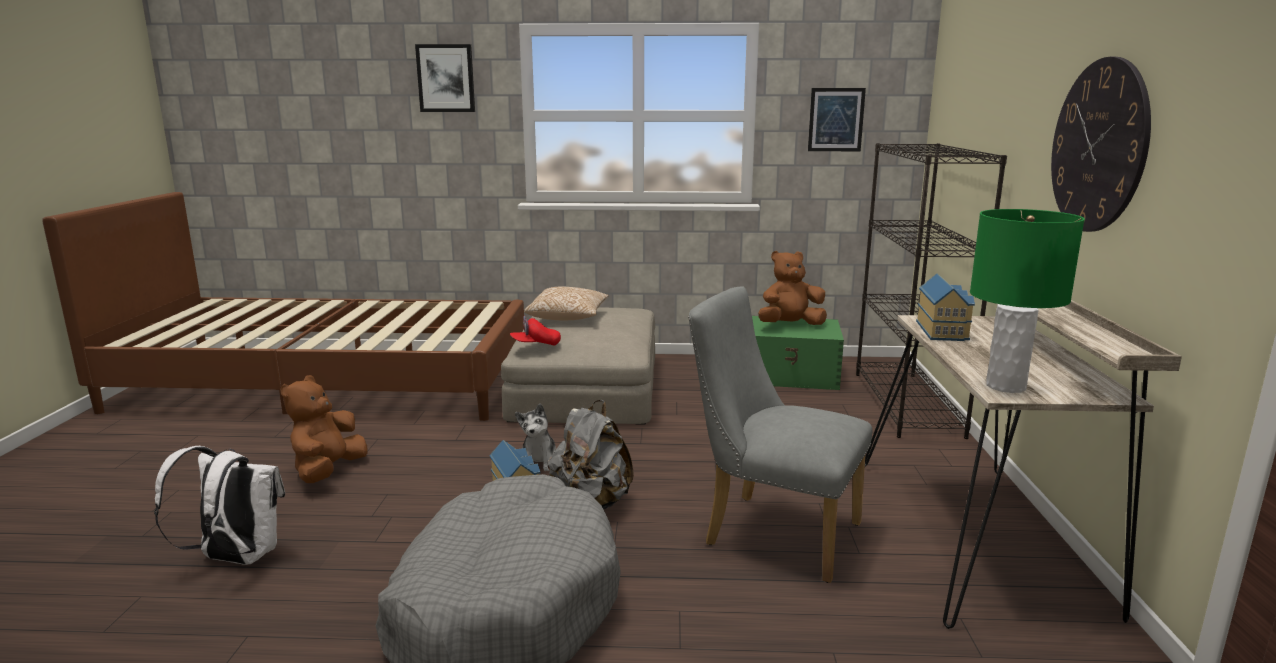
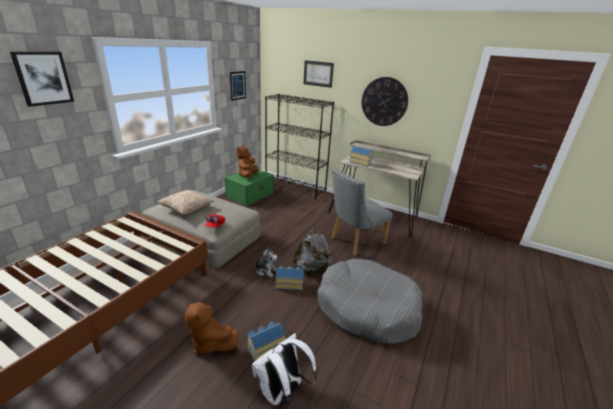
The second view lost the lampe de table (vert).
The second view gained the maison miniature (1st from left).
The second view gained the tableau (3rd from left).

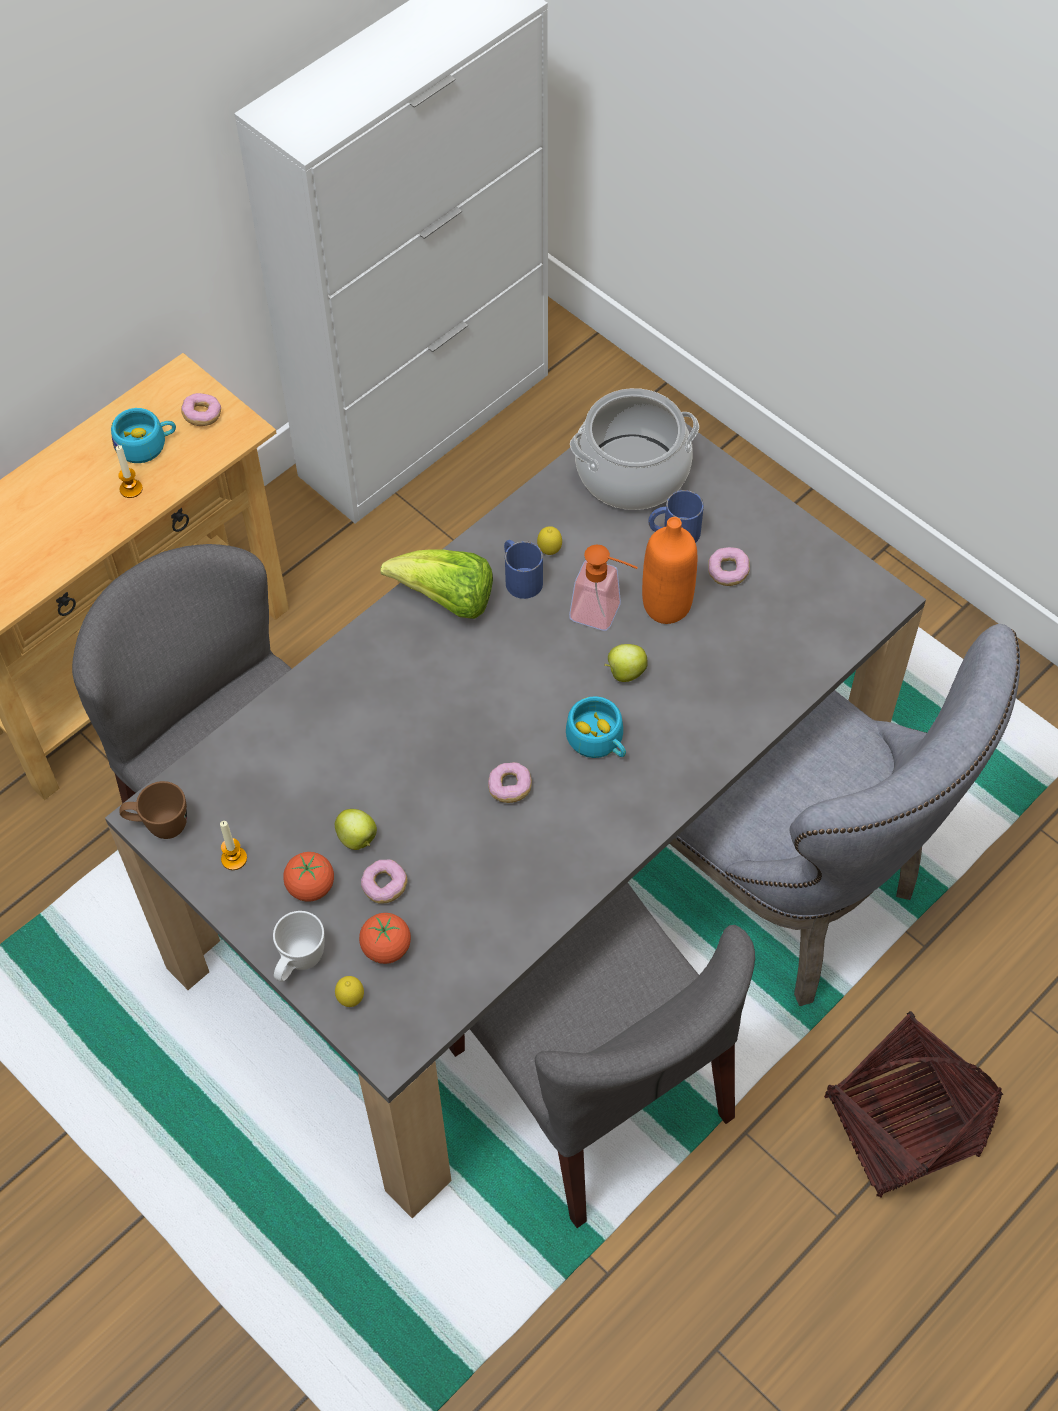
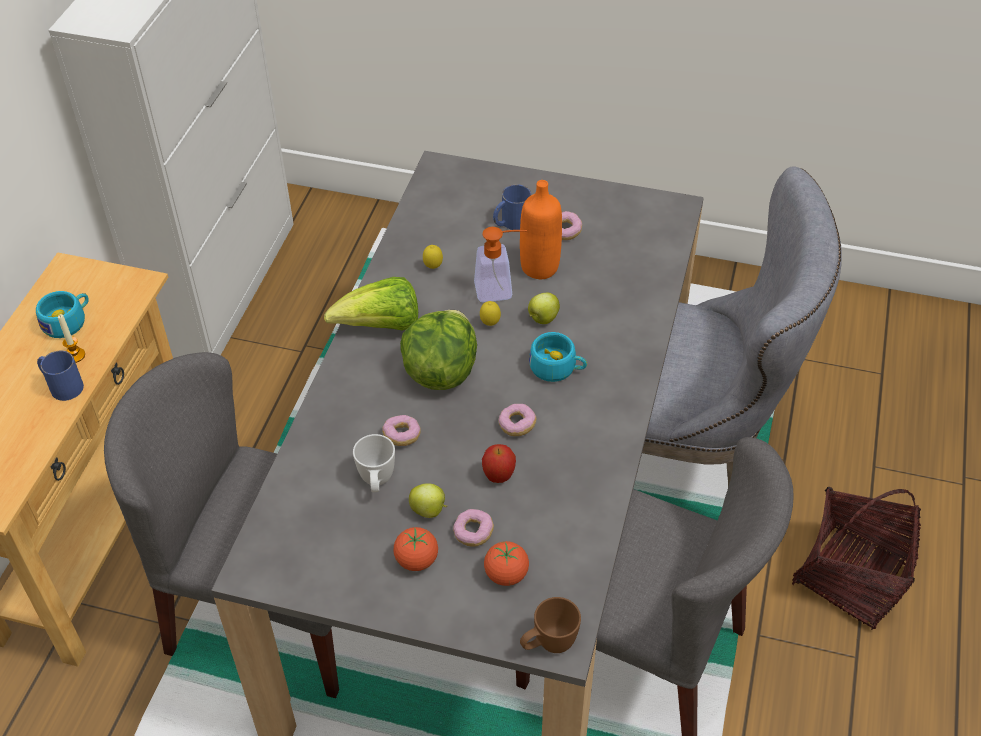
The second view lost the bougie (2nd from left).
The second view lost the marmite.
The second view gained the laitue (2nd from left).
The second view gained the pomme (2nd from left).
The mug (marron) ended up elsewhere.
The beignet (1st from left) ended up elsewhere.
The mug (blanc) ended up elsewhere.
The citron (1st from left in the first image) ended up elsewhere.
The mug (bleu) (1st from left) ended up elsewhere.

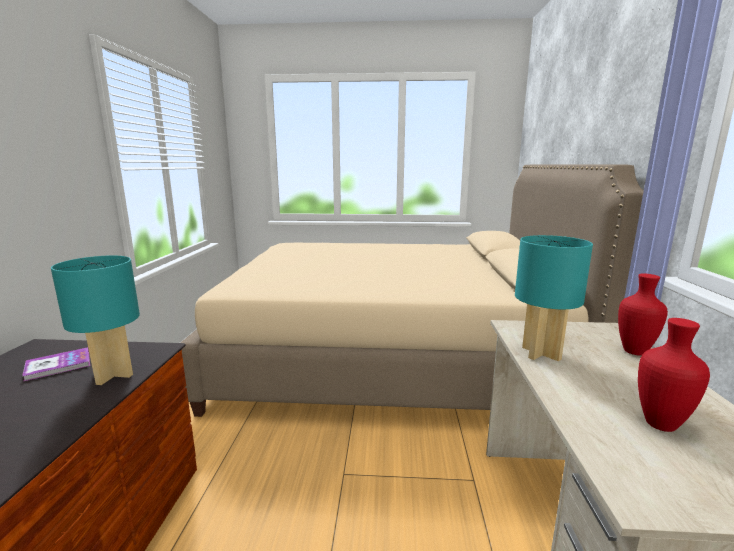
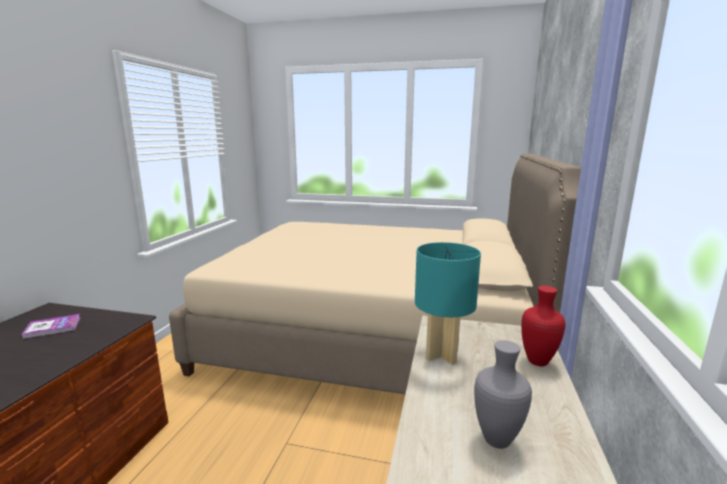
The second view lost the lampe de table (turquoise) (1st from left).
What was the vase (rouge) (2nd from left) turned into the vase (gris).

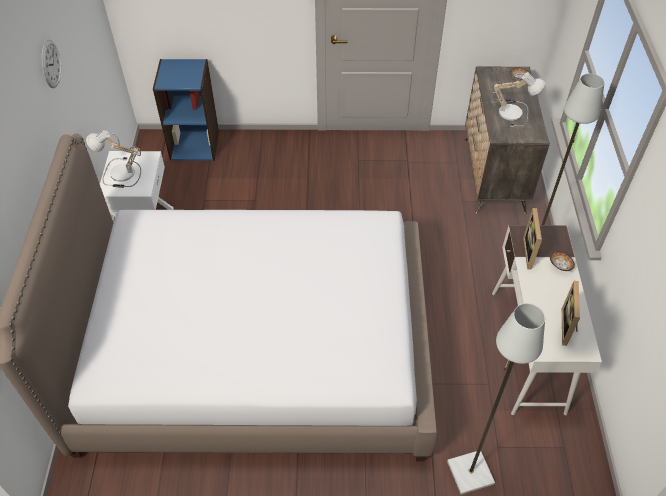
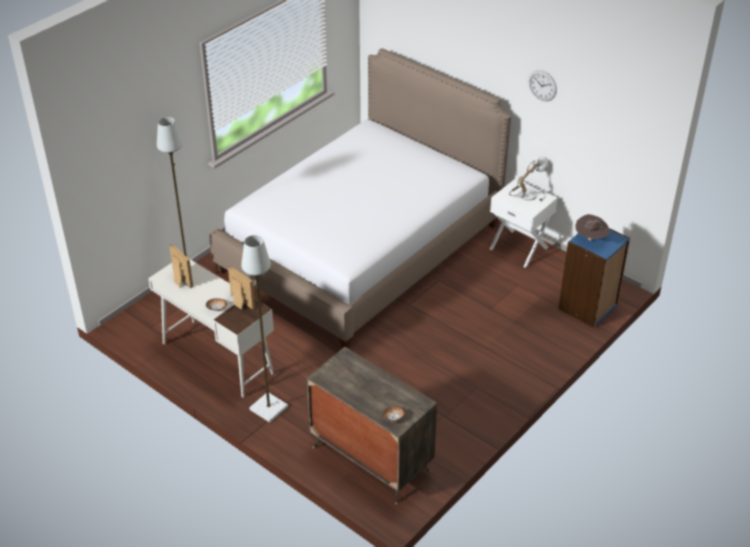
The second view lost the lampe de table (2nd from left).
The second view gained the chapeau (marron).

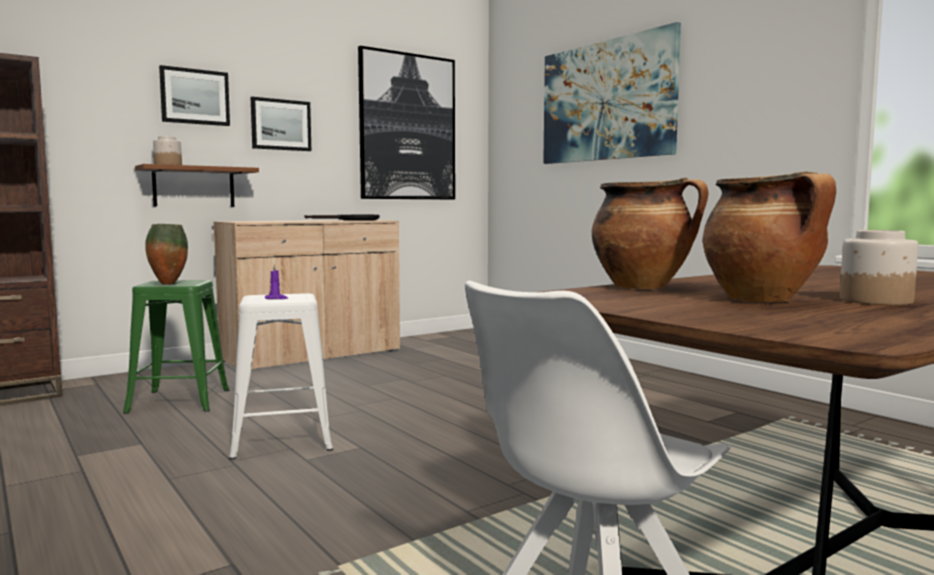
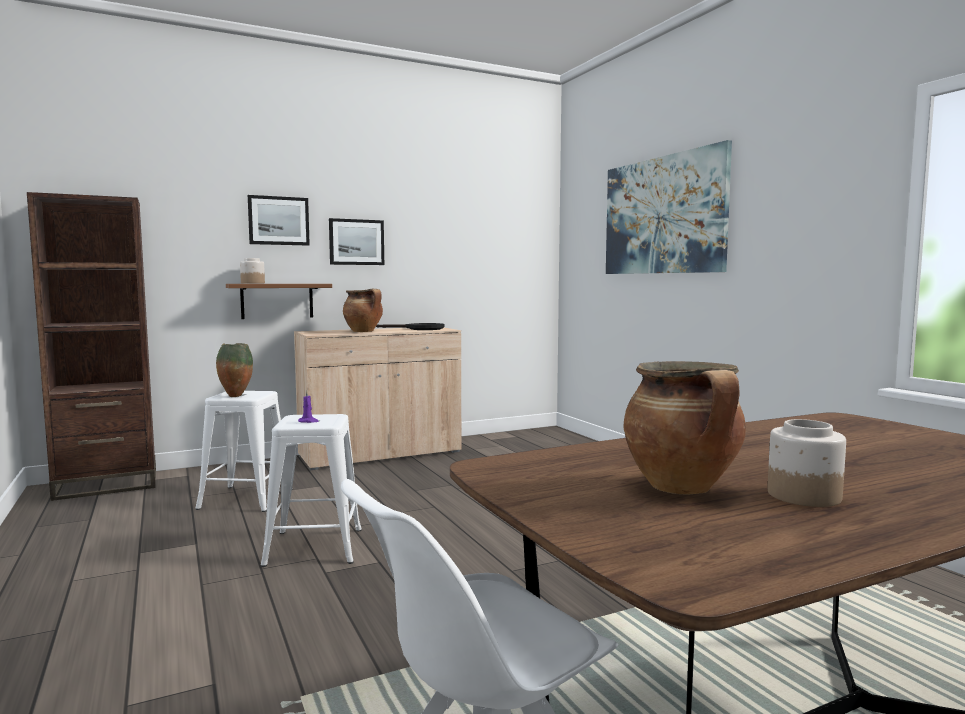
The second view lost the tableau (3rd from left).
The marmite (1st from left) ended up elsewhere.
What was the tabouret (vert) turned into the tabouret (blanc) (1st from left).

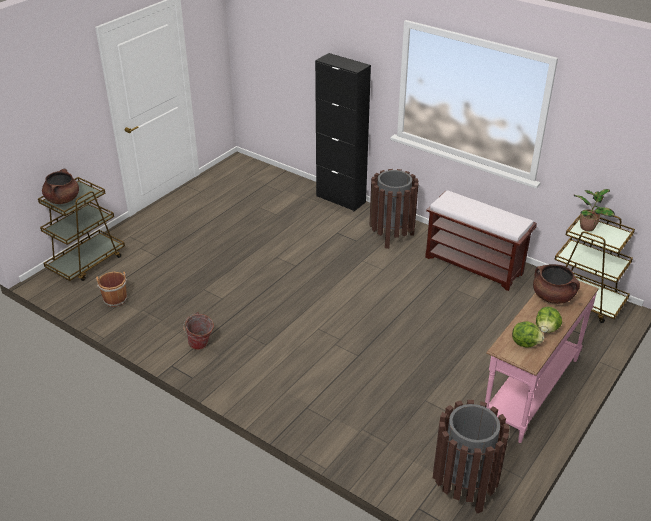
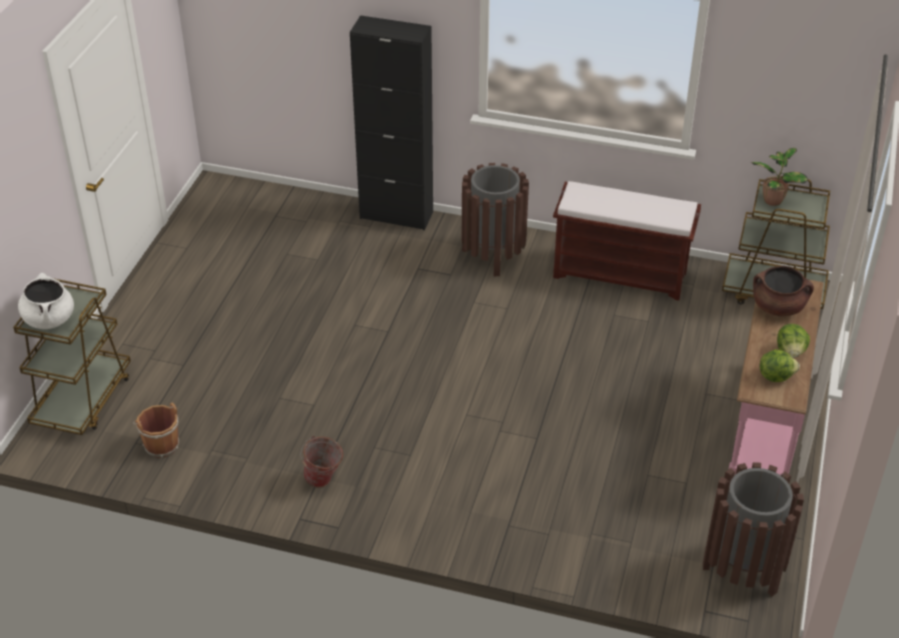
What was the marmite (marron) (1st from left) turned into the marmite (blanc).

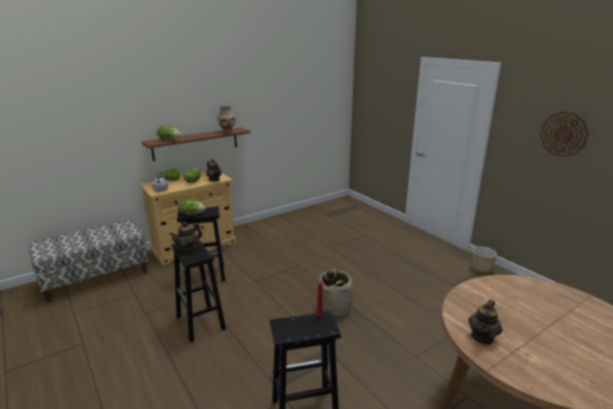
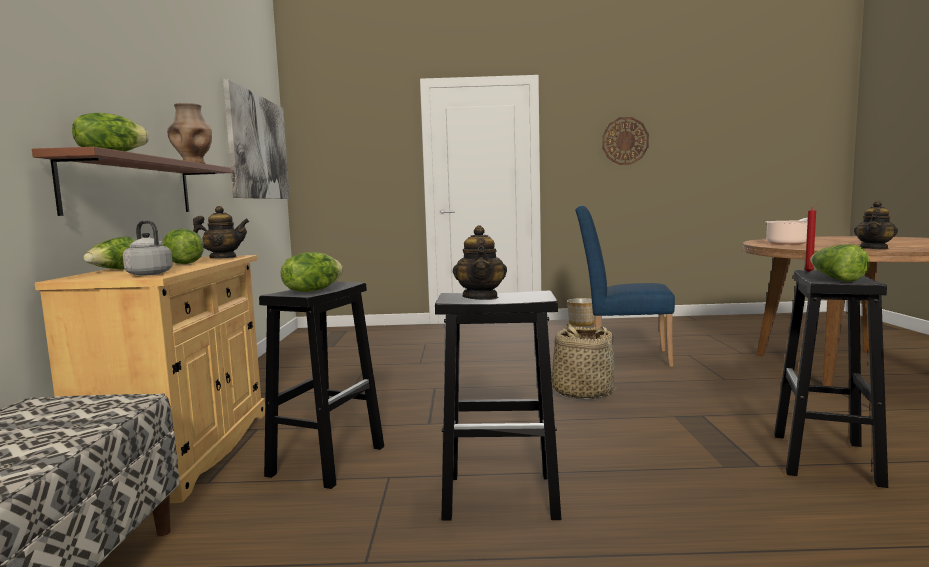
The second view gained the tableau.
The second view gained the chaise (bleu).
The second view gained the marmite.
The second view gained the laitue (5th from left).
The théière (3rd from left) ended up facing another way, 60 degrees clockwise from before.

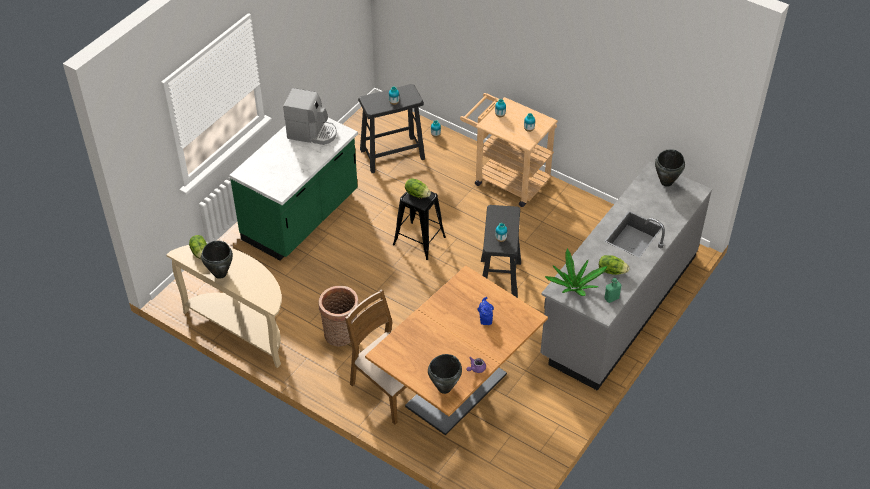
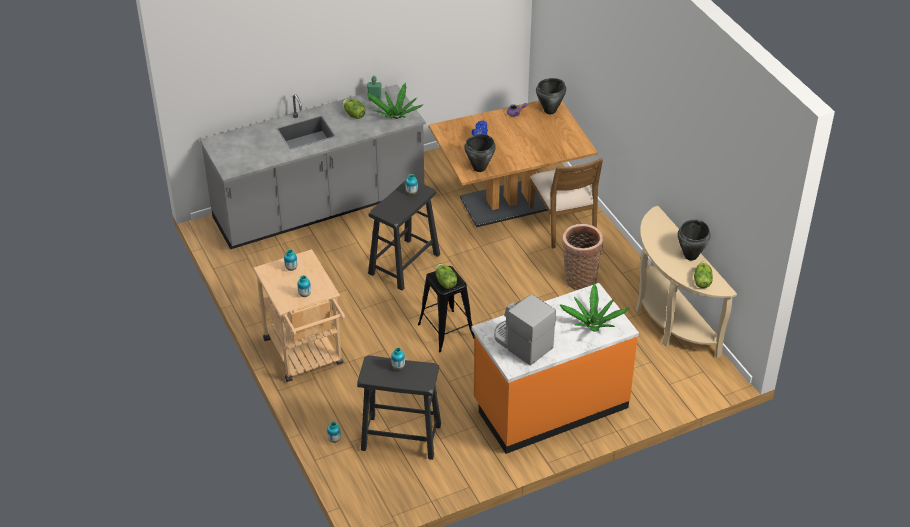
The second view gained the plante en pot (2nd from left).
The marmite (noir) (3rd from left in the first image) ended up elsewhere.
What was the comptoir de cuisine (vert) turned into the comptoir de cuisine (orange).

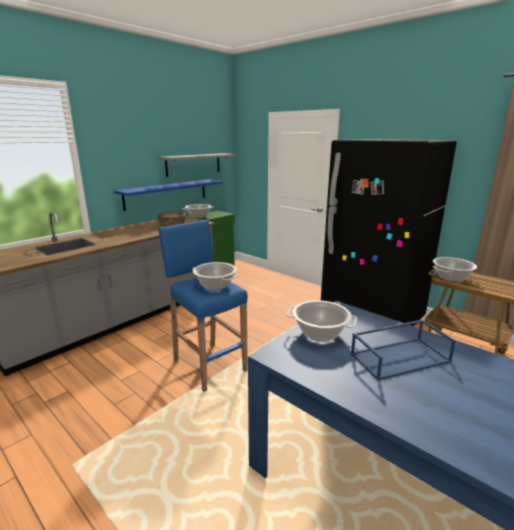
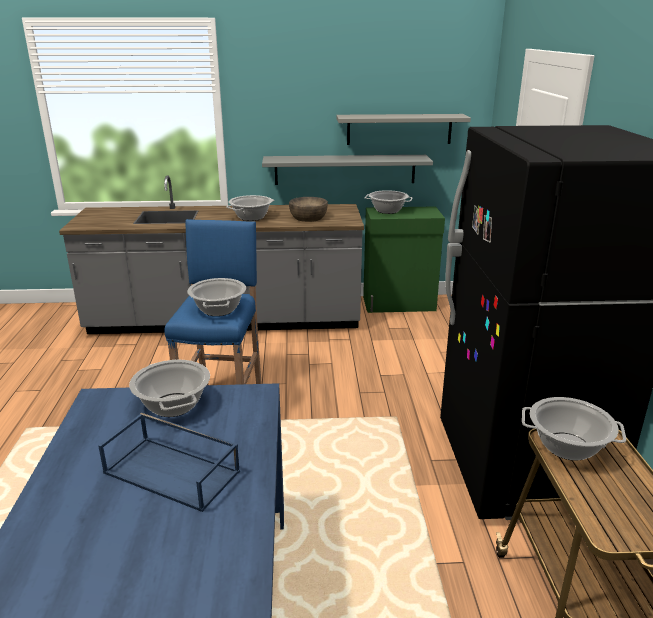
The second view gained the marmite (3rd from left).
What was the étagère (bleu) turned into the étagère (gris) (1st from left).

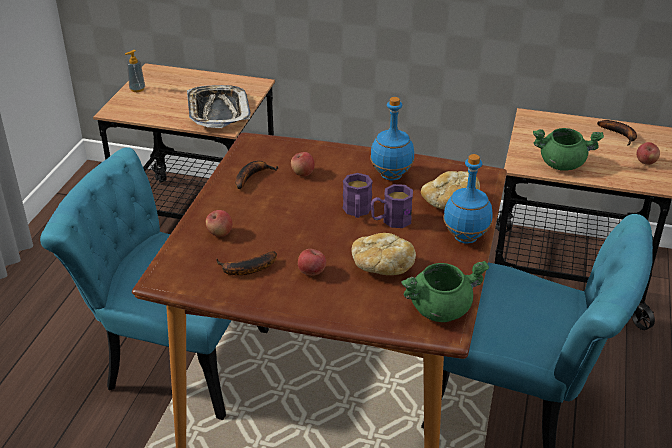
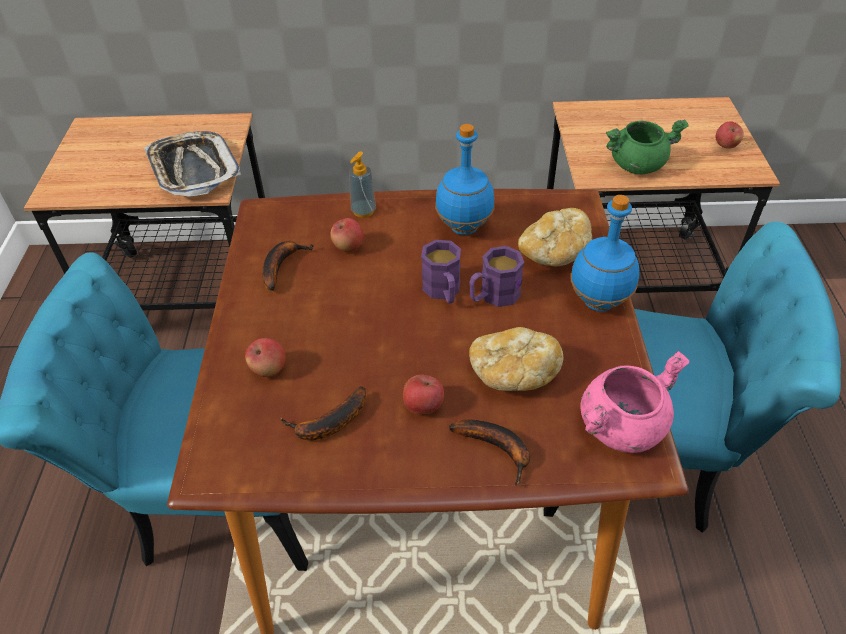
The distributeur de savon ended up elsewhere.
The banane (3rd from left) ended up elsewhere.
What was the marmite (vert) (1st from left) turned into the marmite (rose).

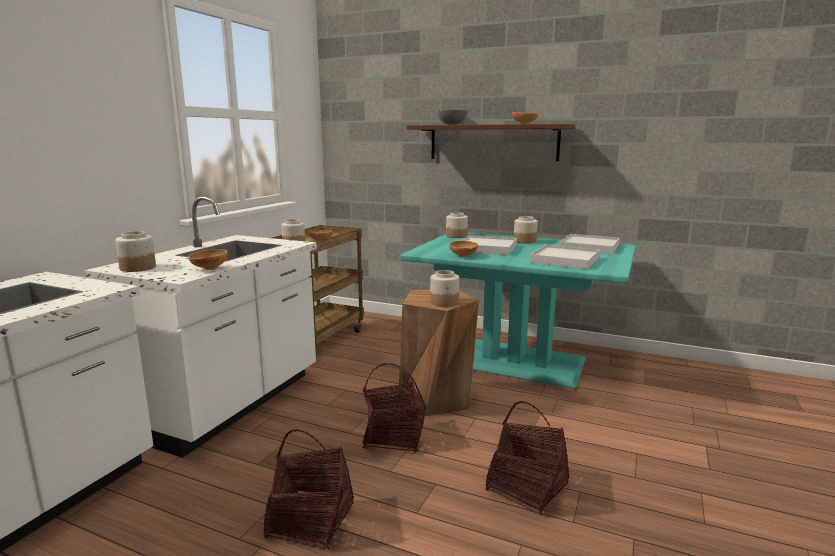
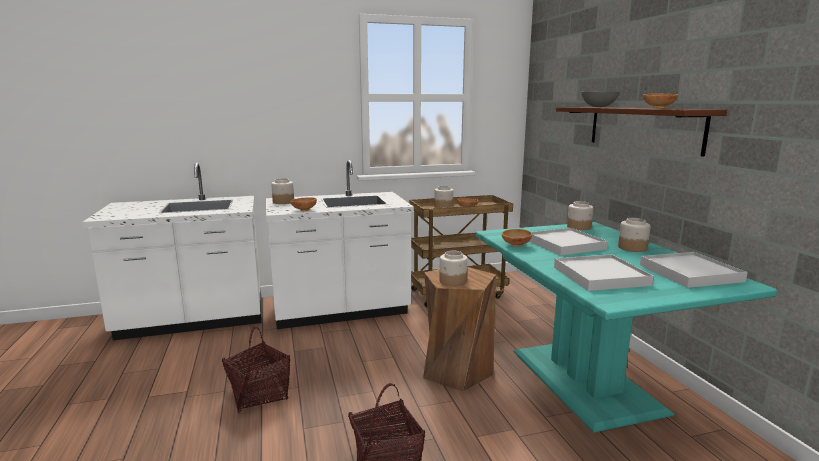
The second view lost the panier (2nd from left).

